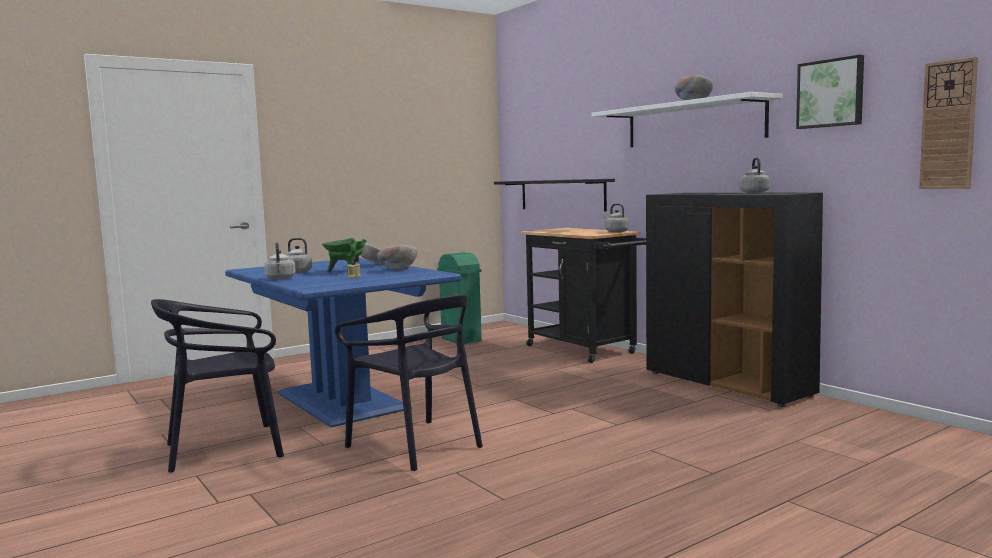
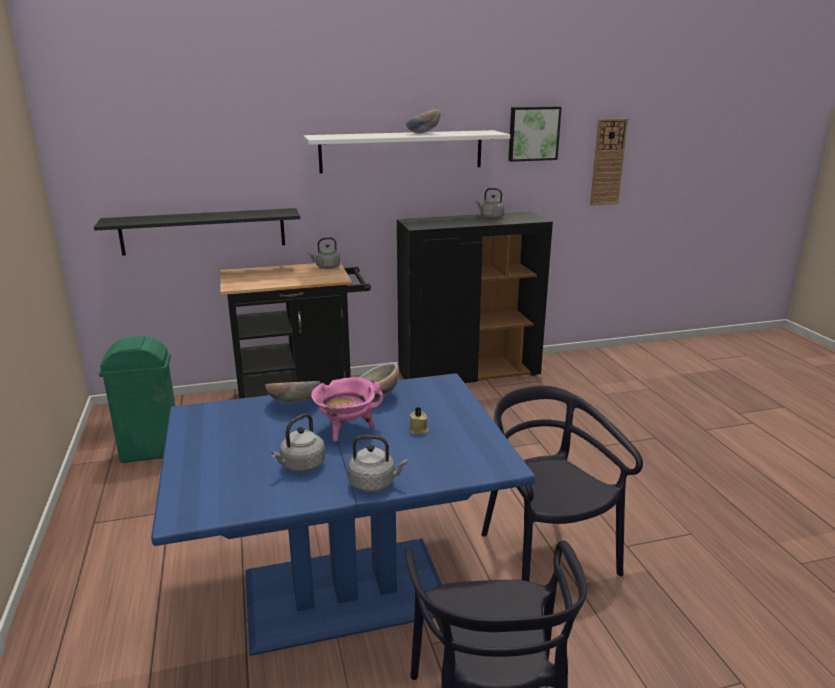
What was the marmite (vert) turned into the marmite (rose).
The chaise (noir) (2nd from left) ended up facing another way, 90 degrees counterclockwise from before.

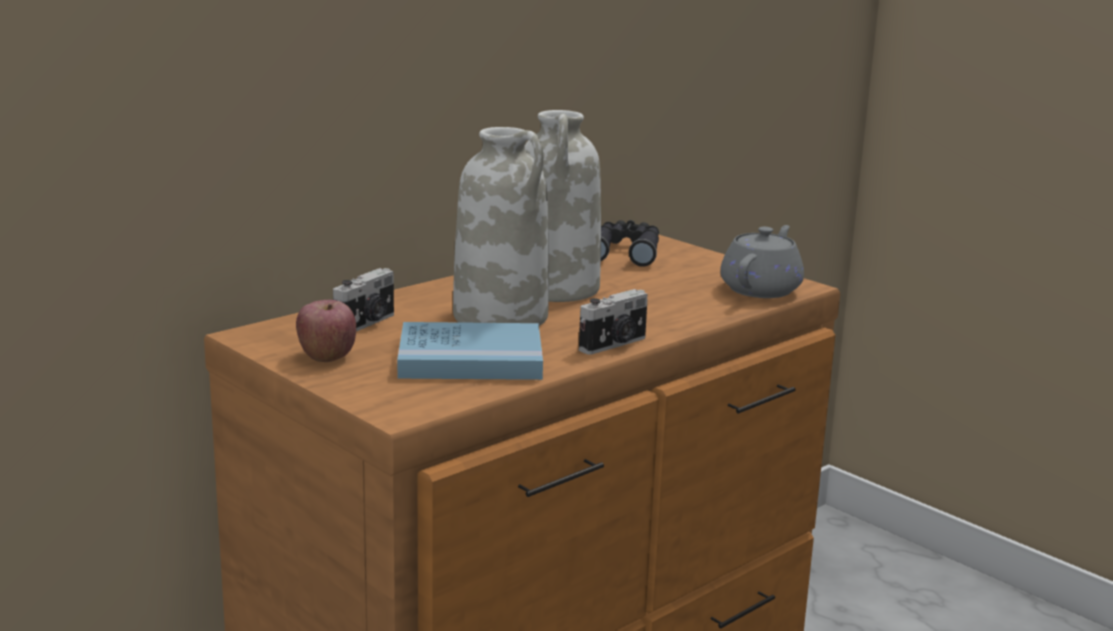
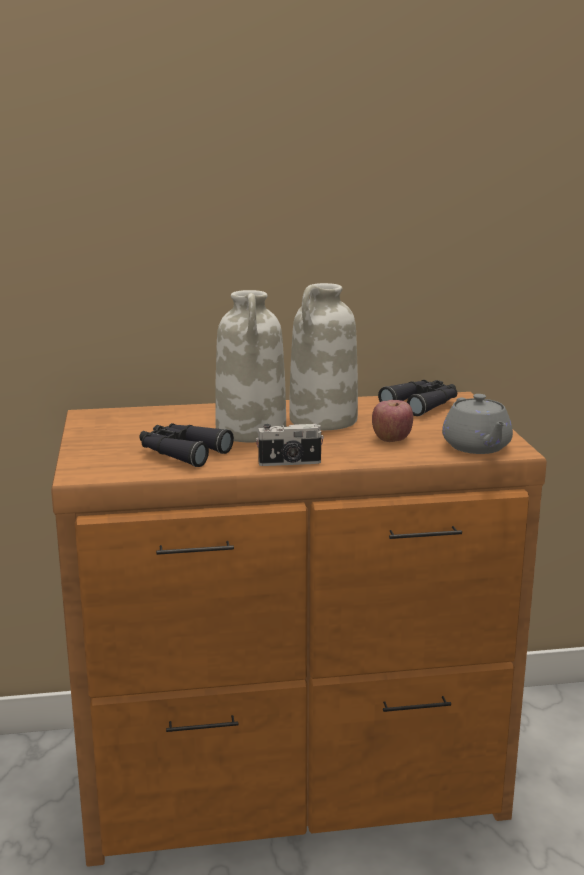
The second view lost the appareil photo (1st from left).
The pomme ended up elsewhere.
Where the livre (bleu) stood, the jumelles (noir) (1st from left) came to stand.
The théière (gris) ended up facing another way, 105 degrees clockwise from before.

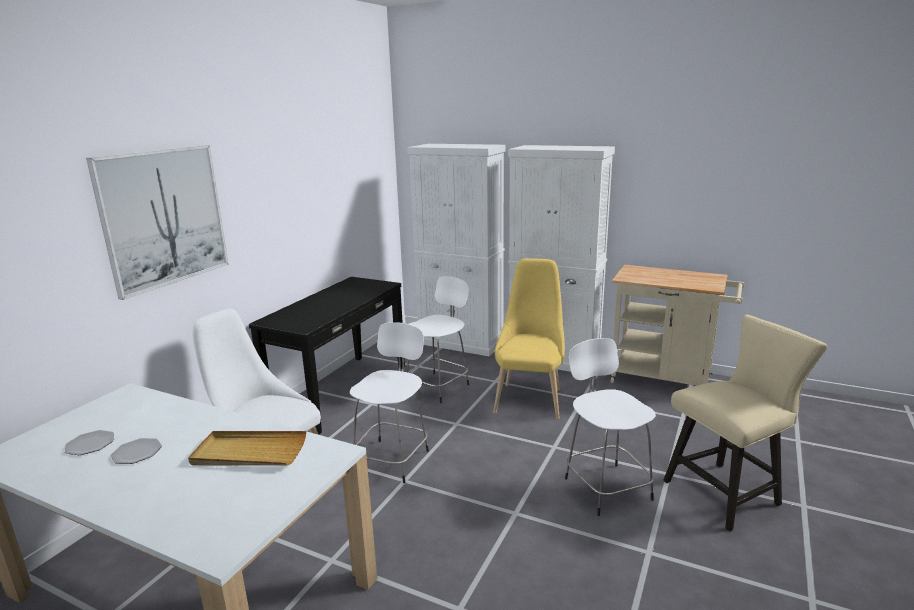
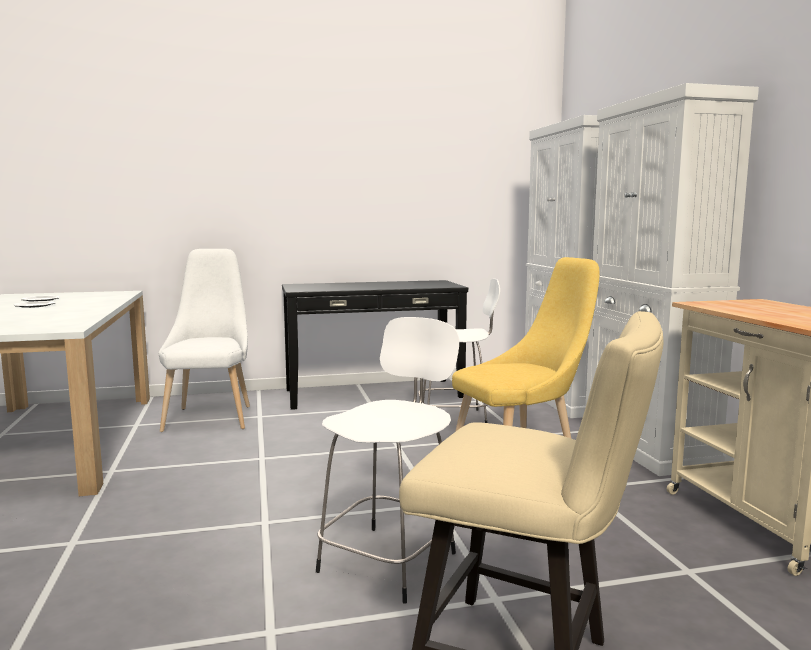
The second view lost the tableau.
The second view lost the plateau (beige).
The second view lost the tabouret (blanc) (1st from left).

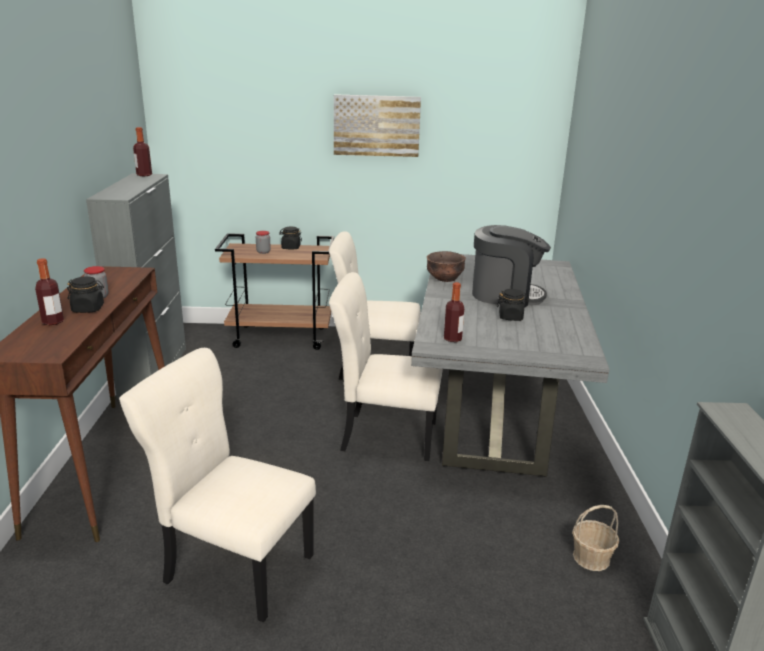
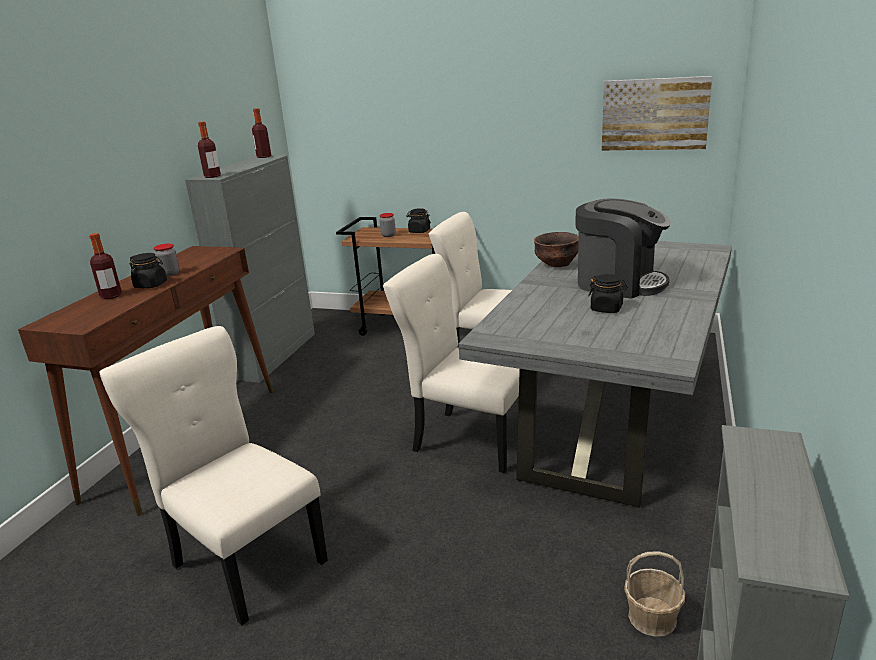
The tableau ended up elsewhere.
The bouteille (3rd from left in the first image) ended up elsewhere.

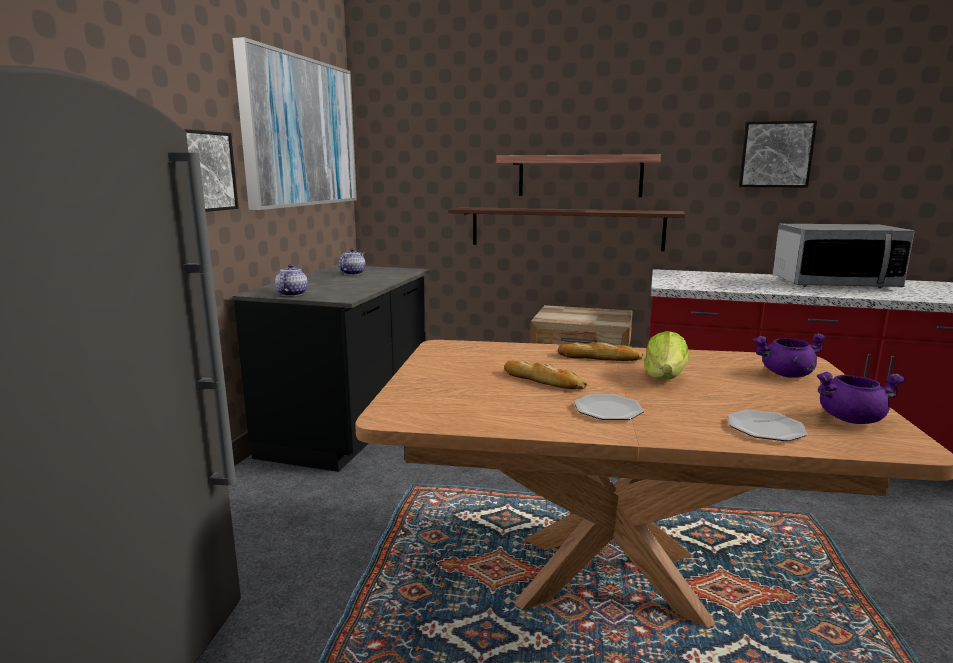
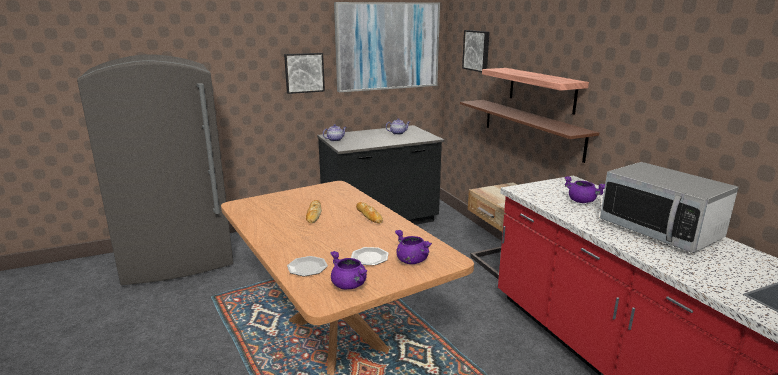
The second view lost the laitue.
The second view gained the marmite (violet) (3rd from left).
The assiette (1st from left in the first image) ended up elsewhere.
The tableau (3rd from left) ended up elsewhere.

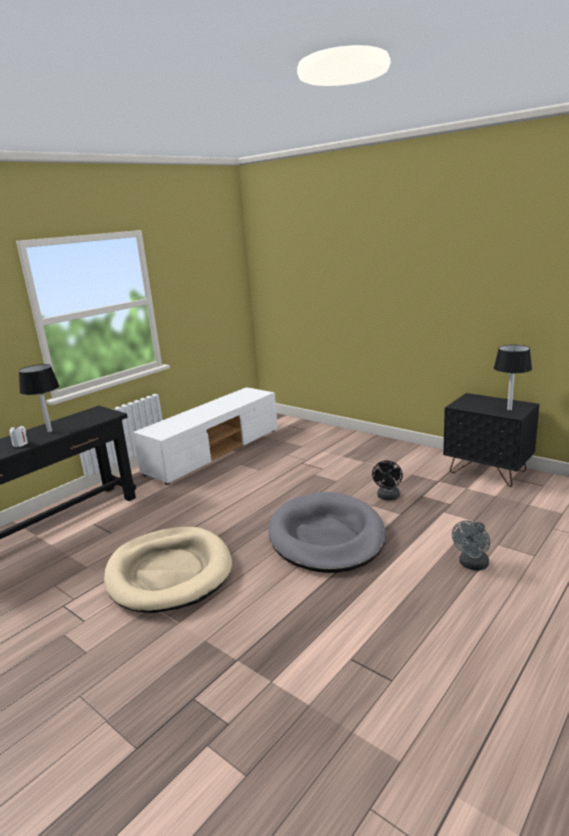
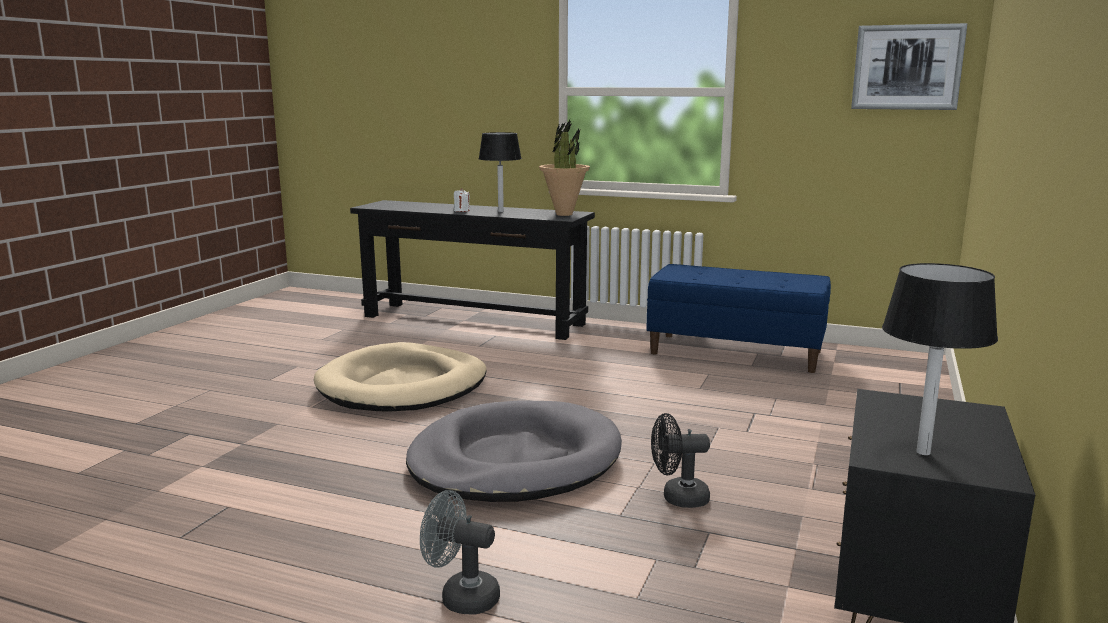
The second view gained the plante en pot.
The second view gained the tableau.
Where the meuble télé (blanc) stood, the banc (bleu) came to stand.

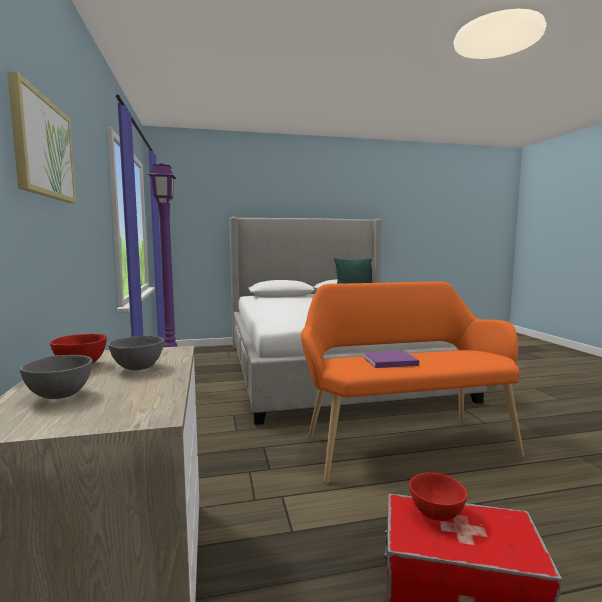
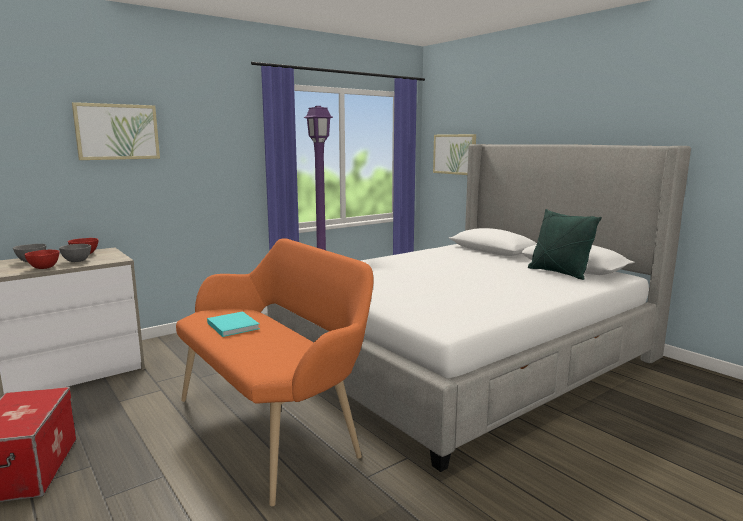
The second view gained the tableau (2nd from left).
The bol (rouge) (2nd from left in the first image) ended up elsewhere.
What was the livre (violet) turned into the livre (turquoise).

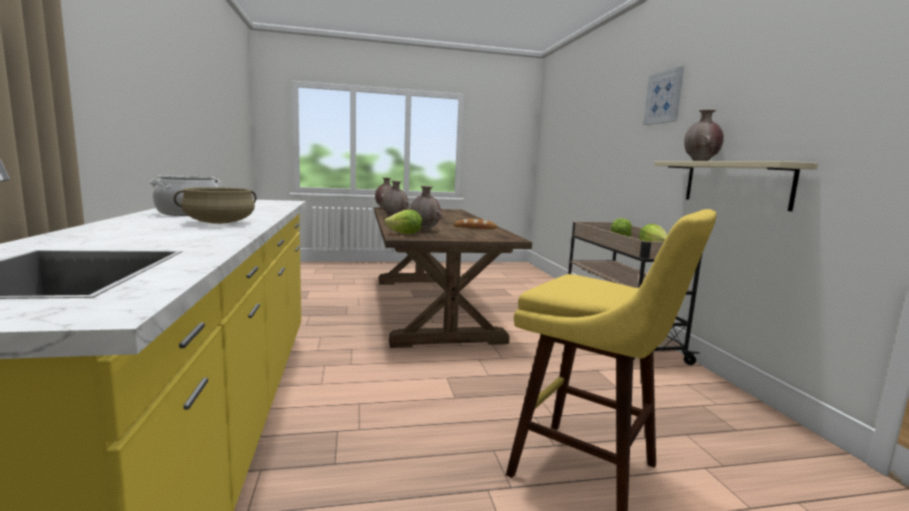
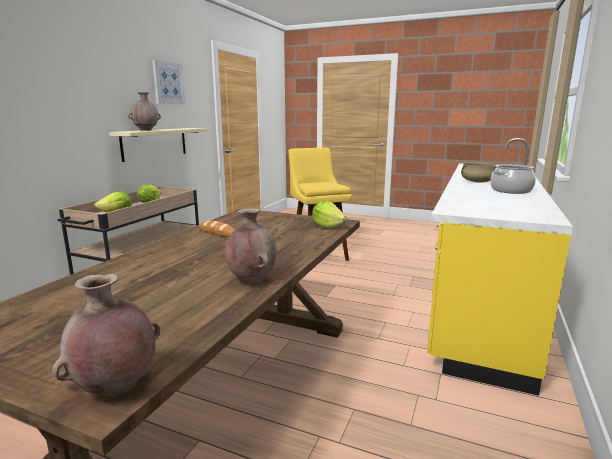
The second view lost the vase (marron) (3rd from left).
The tableau ended up elsewhere.

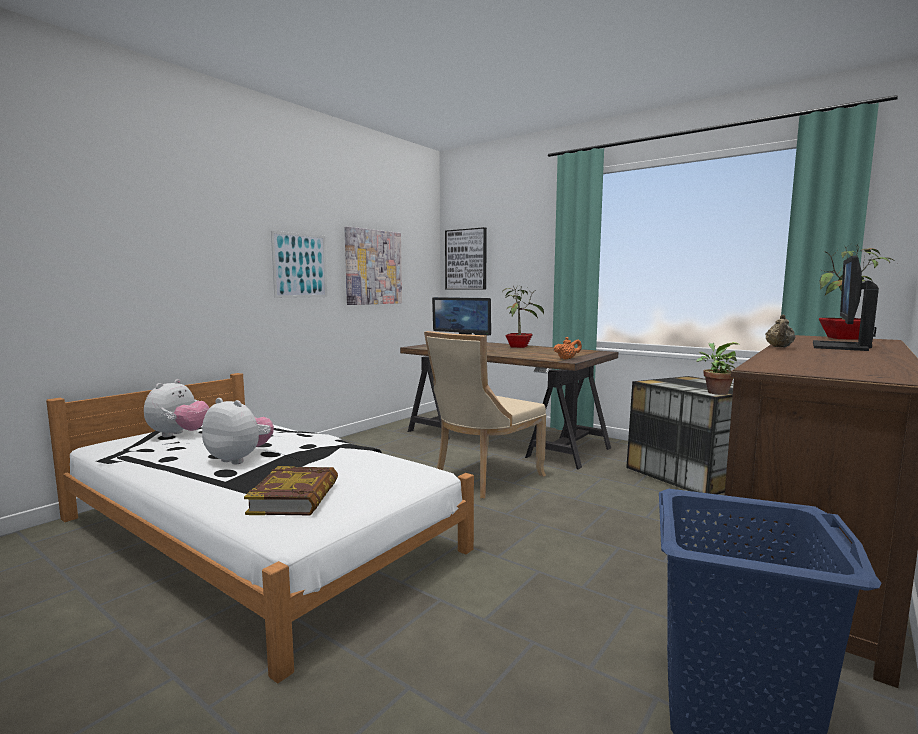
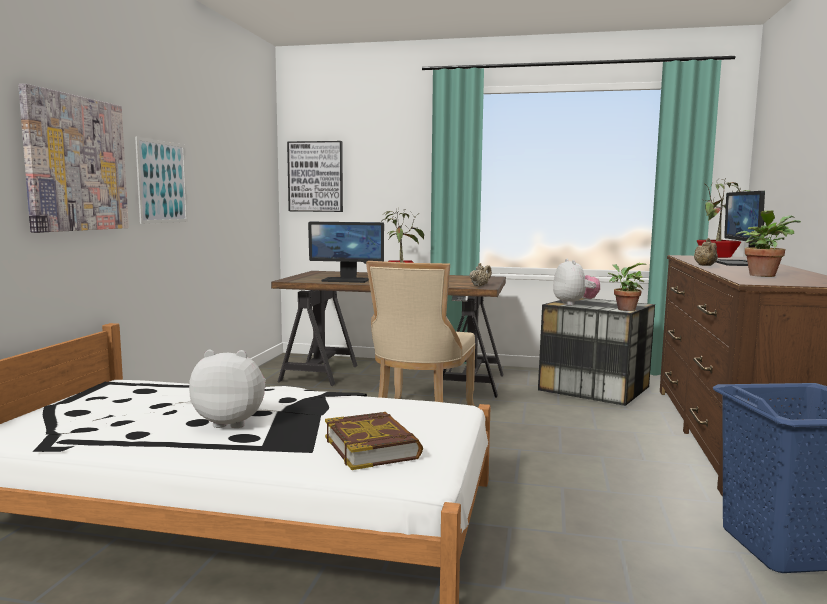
The second view gained the plante en pot (4th from left).
The peluche (1st from left in the first image) ended up elsewhere.
The tableau (2nd from left in the first image) ended up elsewhere.
What was the théière (orange) turned into the théière (beige) (1st from left).

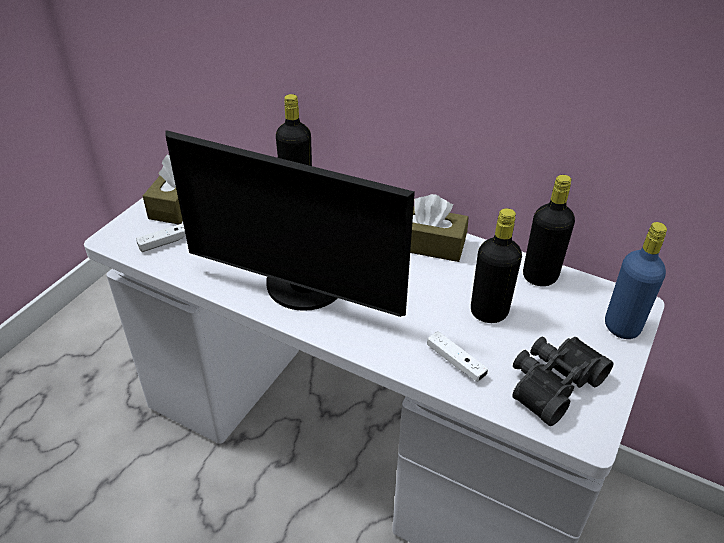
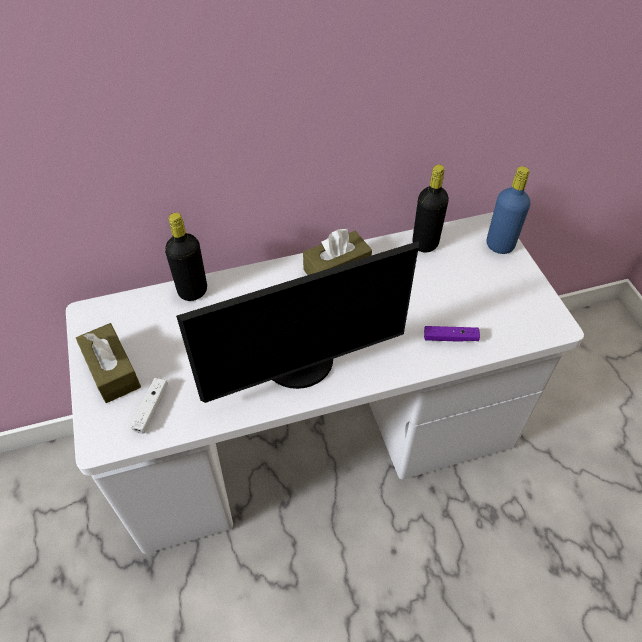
The second view lost the bouteille (noir) (2nd from left).
The second view lost the jumelles (noir).
What was the manette (blanc) (2nd from left) turned into the manette (violet).

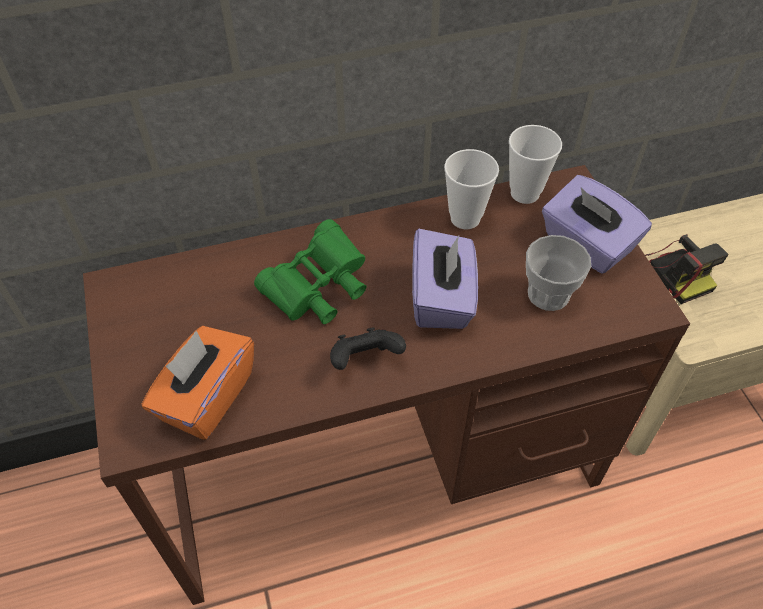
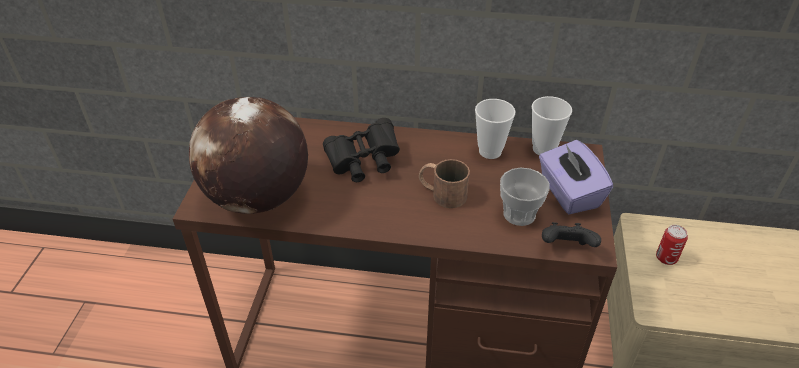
The manette (noir) ended up elsewhere.
Where the boîte à mouchoirs (orange) stood, the globe came to stand.
Where the boîte à mouchoirs (violet) (1st from left) stood, the mug (marron) came to stand.
Where the appareil photo stood, the boîte métallique came to stand.
What was the jumelles (vert) turned into the jumelles (noir).

